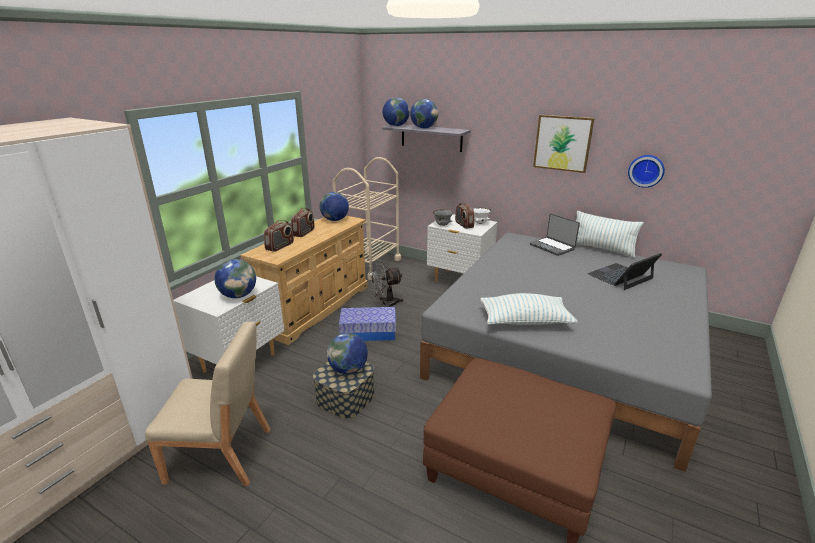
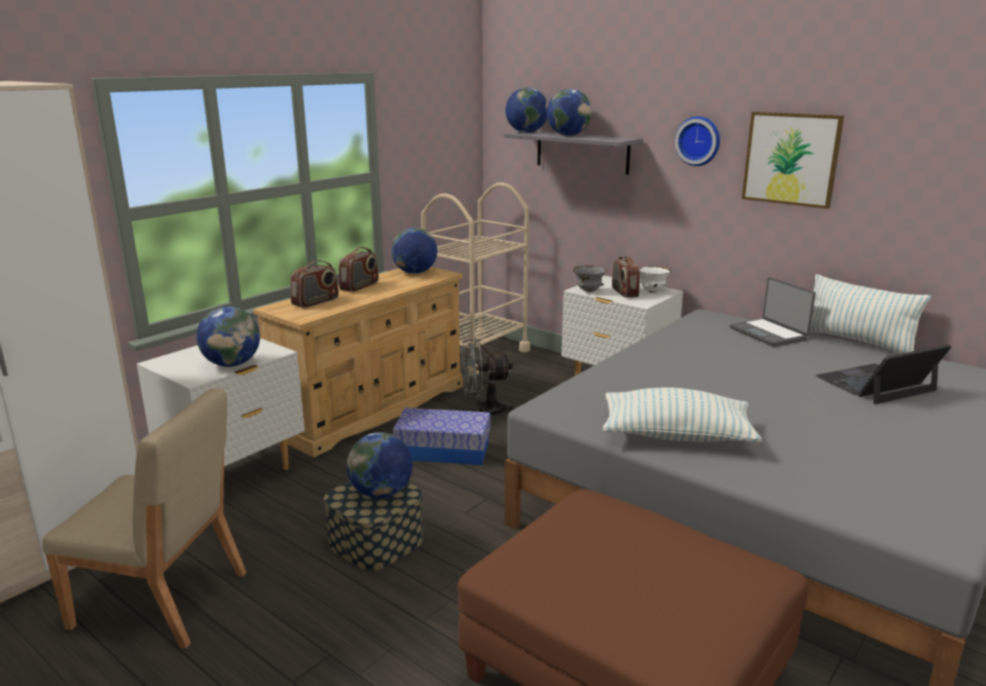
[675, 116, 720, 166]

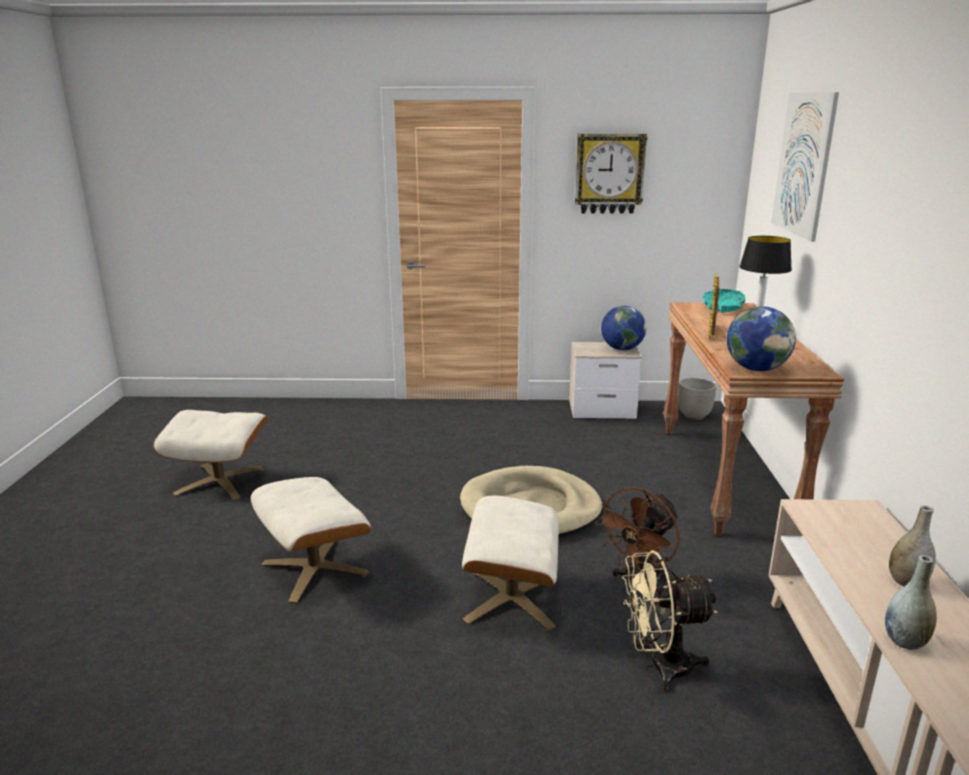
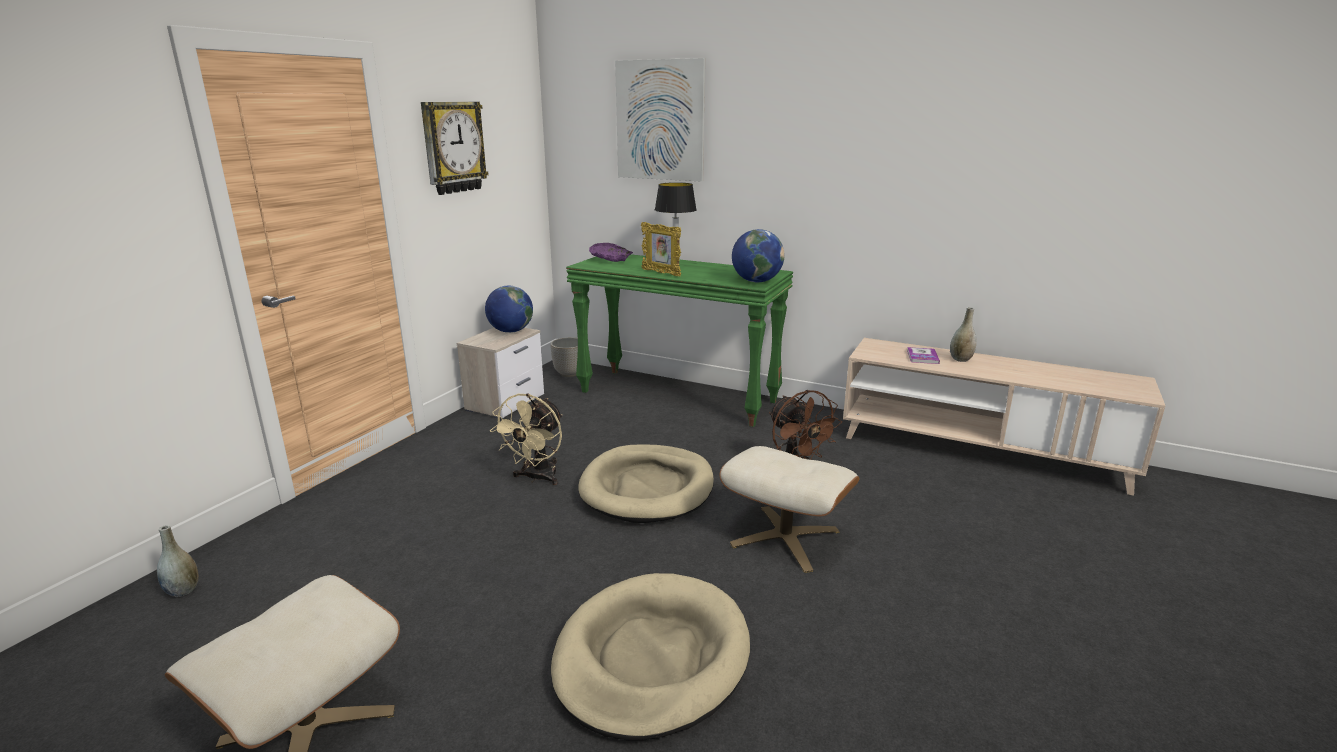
[589, 243, 633, 262]
[566, 254, 793, 427]
[551, 573, 750, 741]
[490, 393, 562, 485]
[157, 525, 199, 597]
[907, 347, 940, 364]

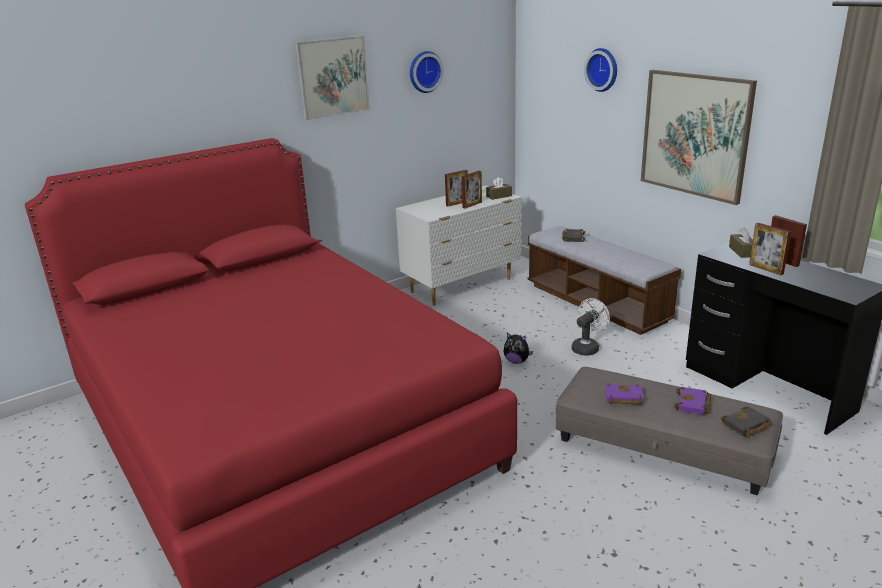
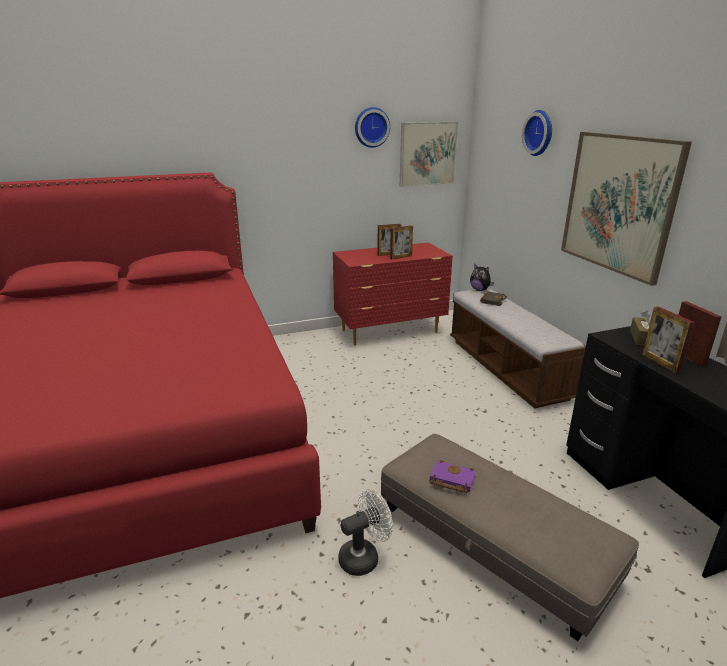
[400, 122, 458, 187]
[486, 177, 512, 200] (first image)
[333, 243, 453, 345]
[338, 489, 393, 576]
[470, 265, 494, 291]
[674, 387, 711, 415] (first image)
[721, 406, 773, 437] (first image)

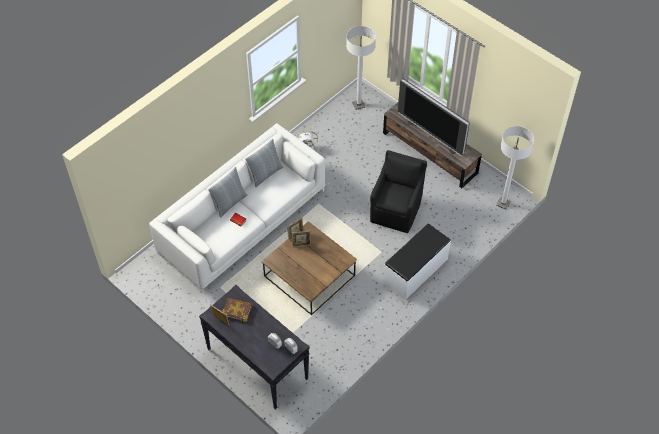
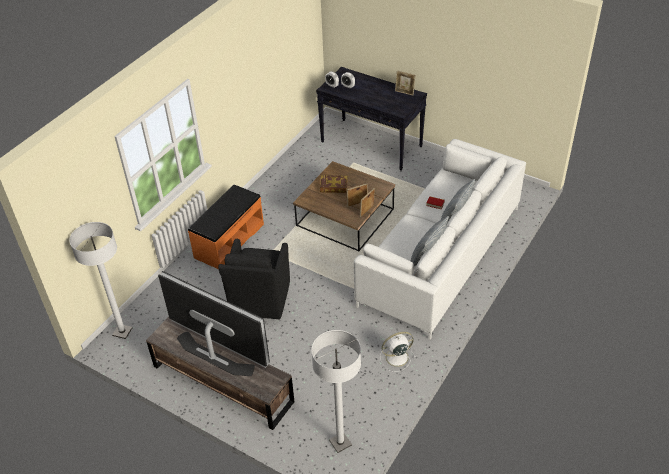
[188, 185, 264, 269]
[320, 175, 347, 193]

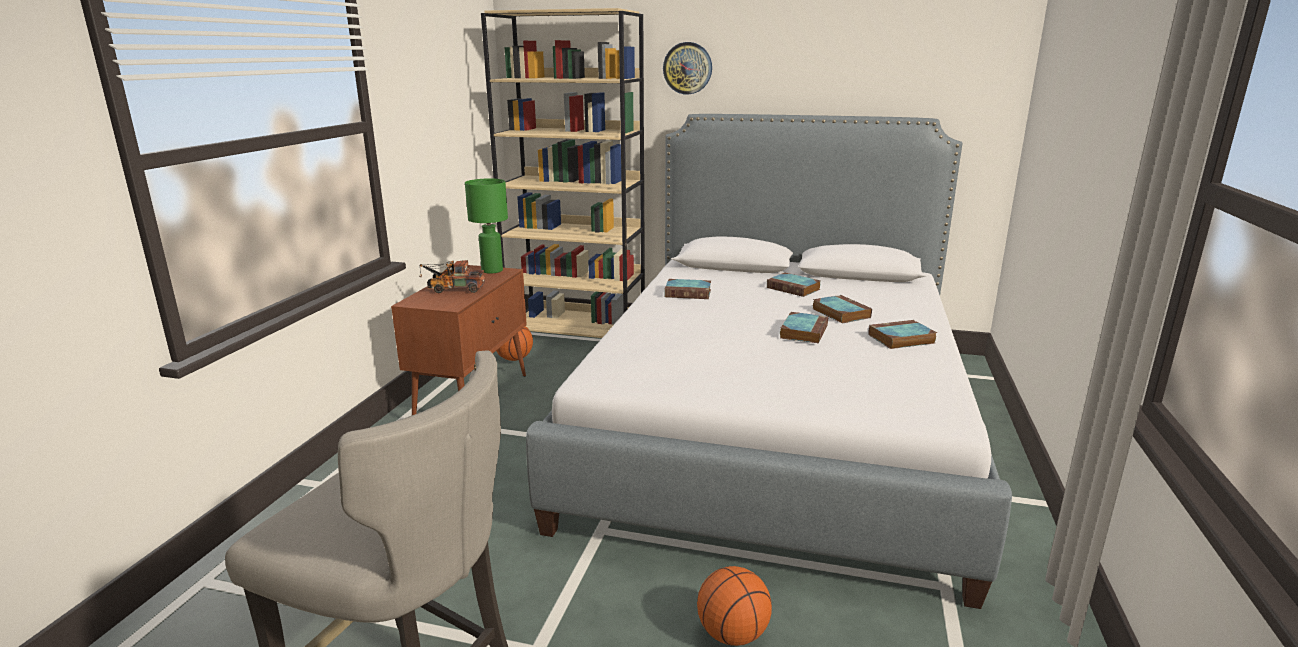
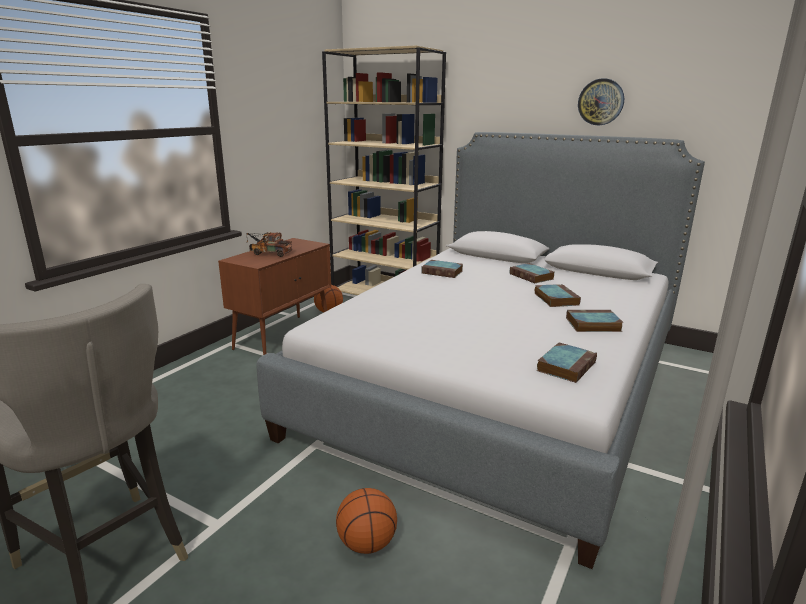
[578, 78, 624, 125]
[465, 178, 508, 273] (first image)
[537, 343, 597, 383]

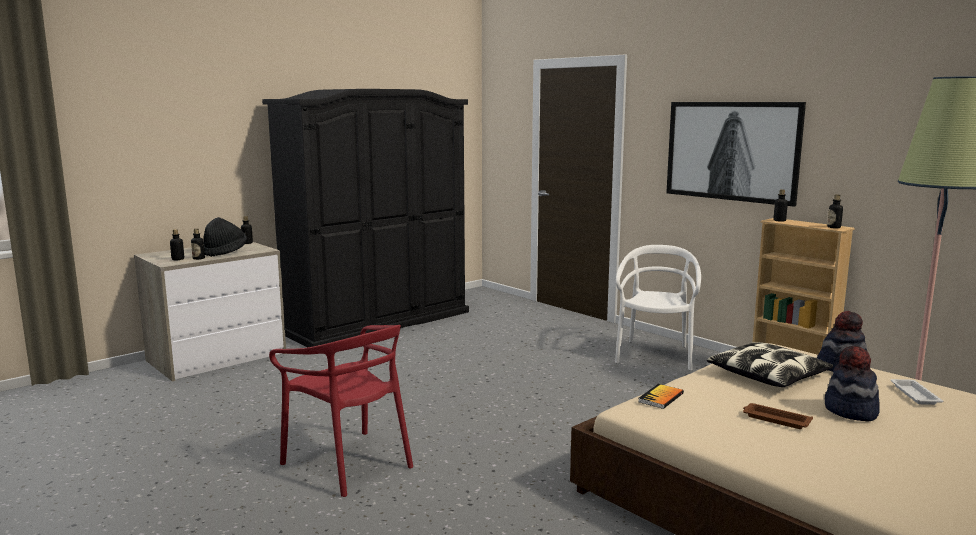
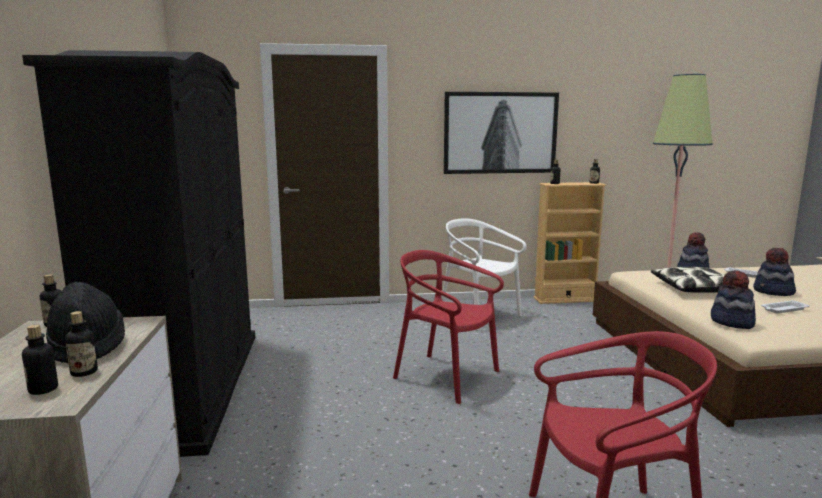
[711, 270, 756, 329]
[761, 300, 810, 314]
[393, 250, 504, 404]

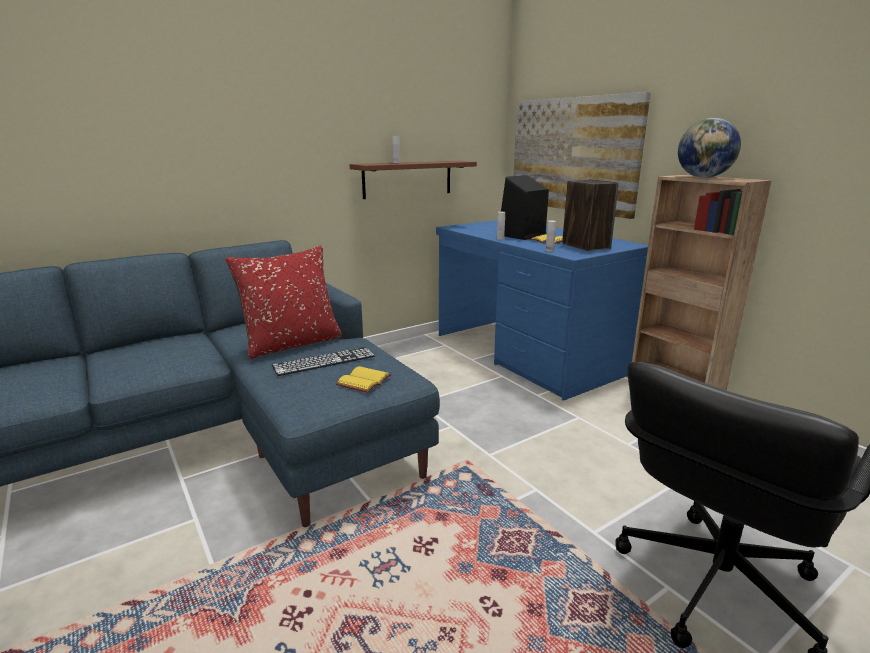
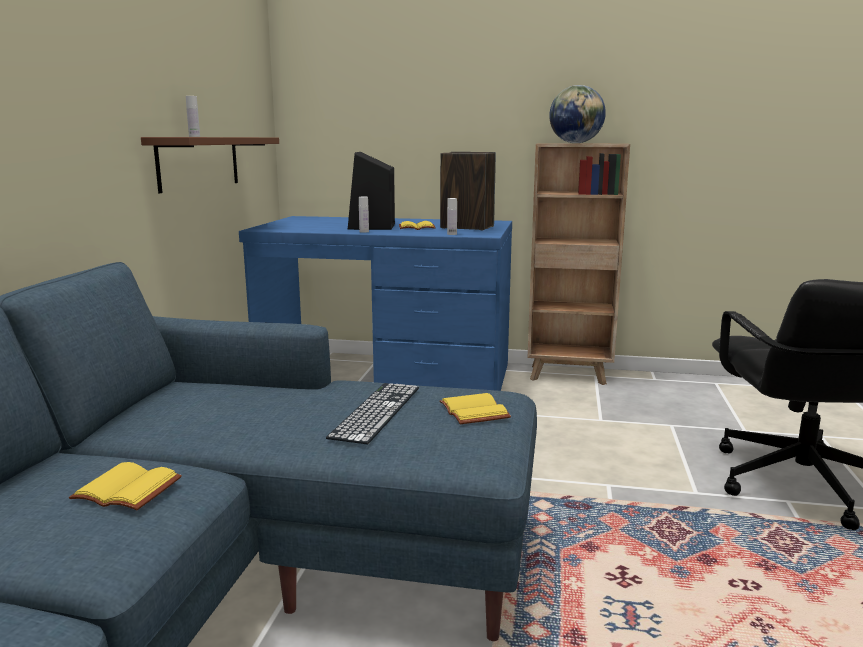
[514, 92, 651, 219] (first image)
[226, 245, 342, 359] (first image)
[69, 462, 182, 510]

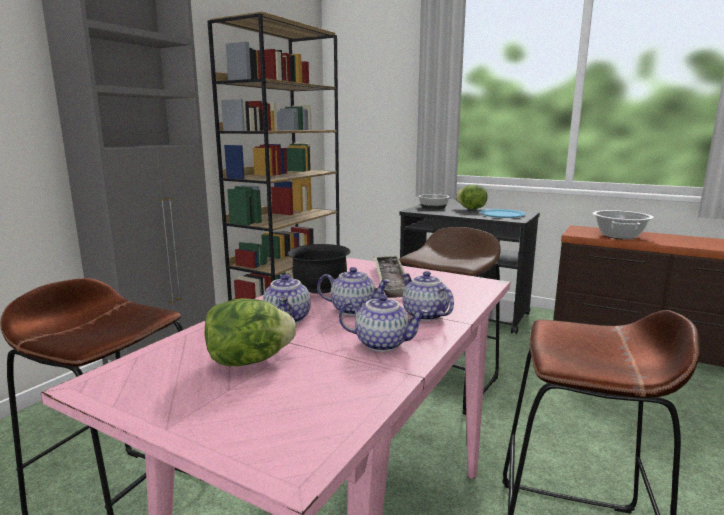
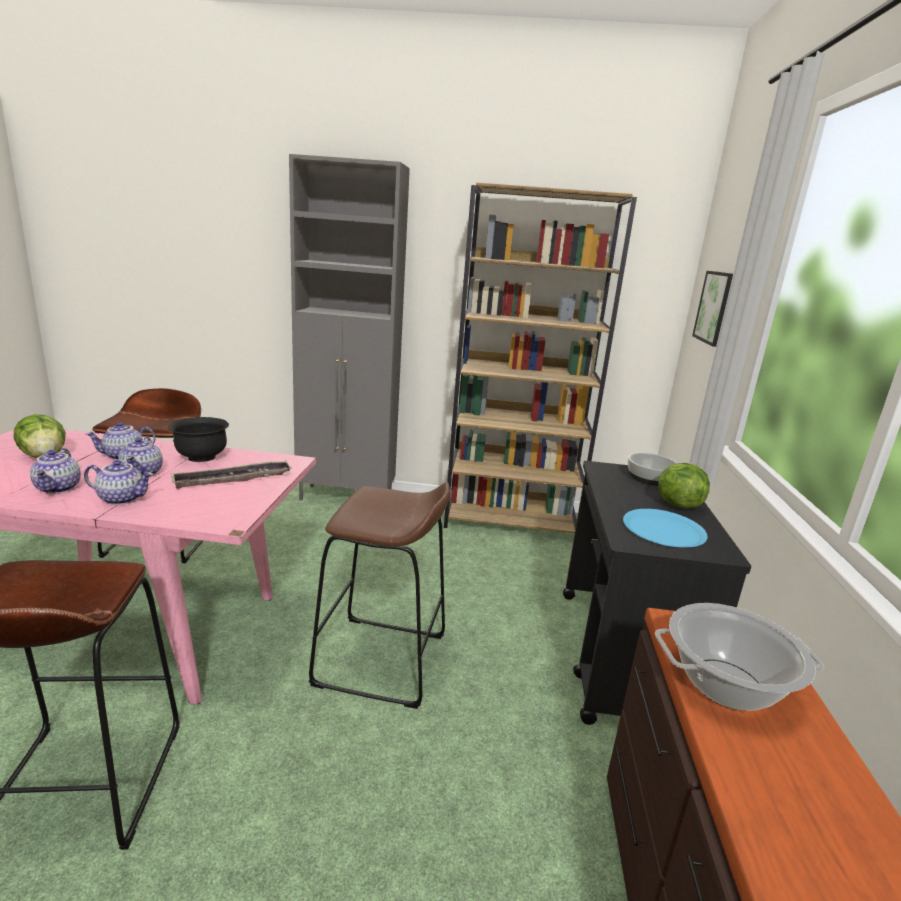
[84, 460, 153, 505]
[692, 271, 733, 347]

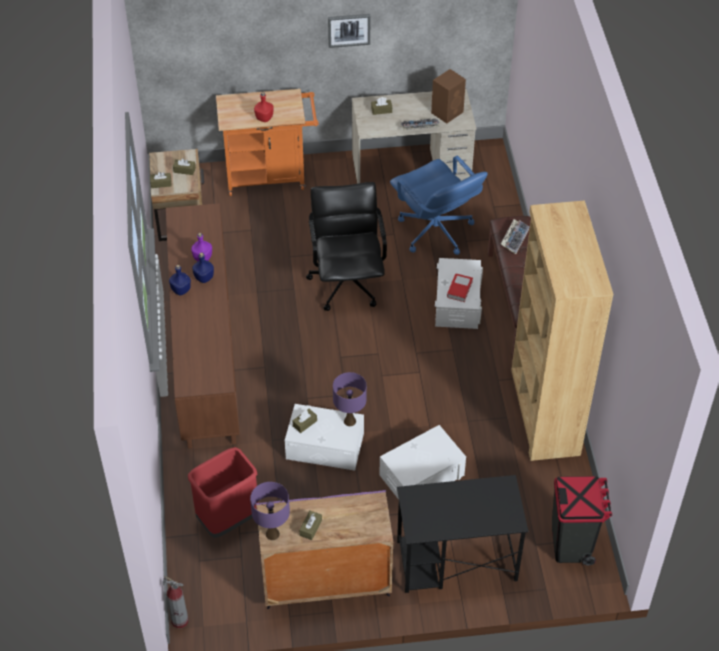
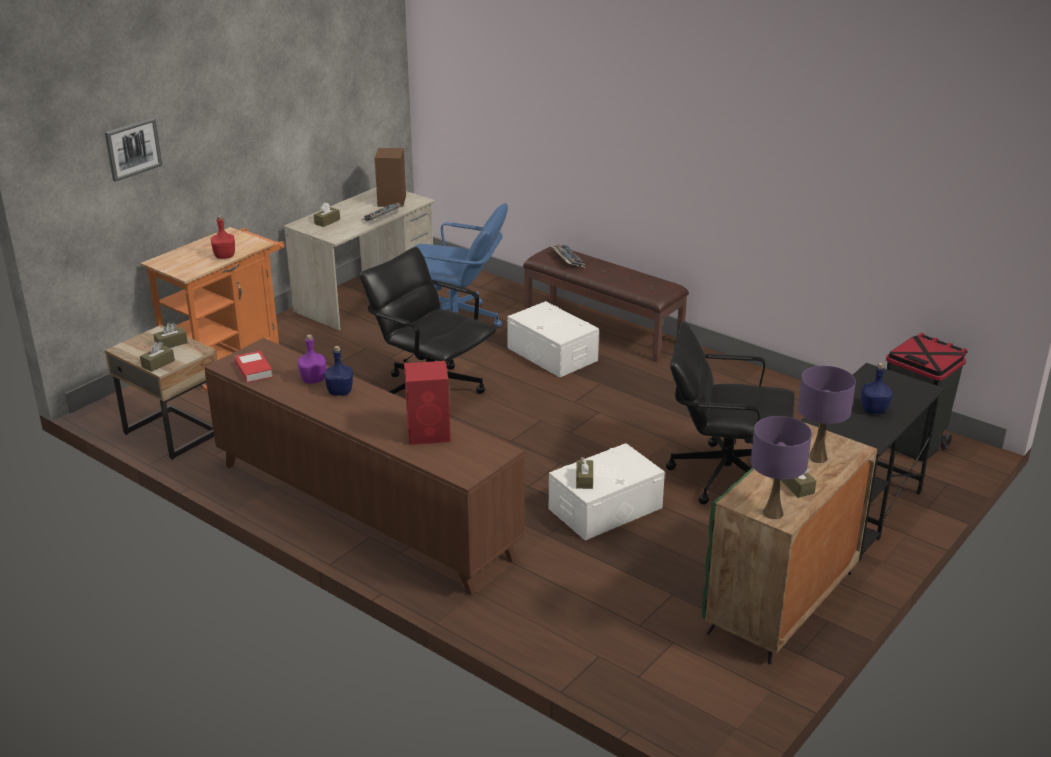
[105, 118, 162, 182]
[511, 200, 613, 461] (first image)
[861, 363, 892, 414]
[234, 351, 273, 383]
[798, 366, 856, 463]
[666, 322, 795, 505]
[188, 447, 258, 538] (first image)
[702, 422, 877, 665]
[162, 576, 188, 628] (first image)
[404, 361, 451, 445]

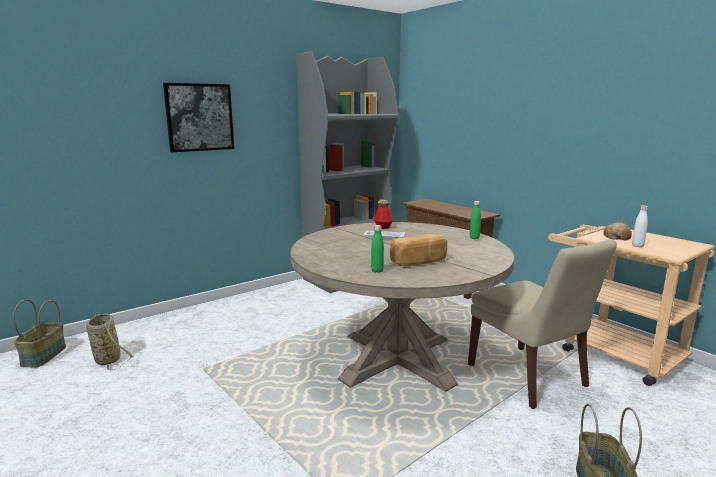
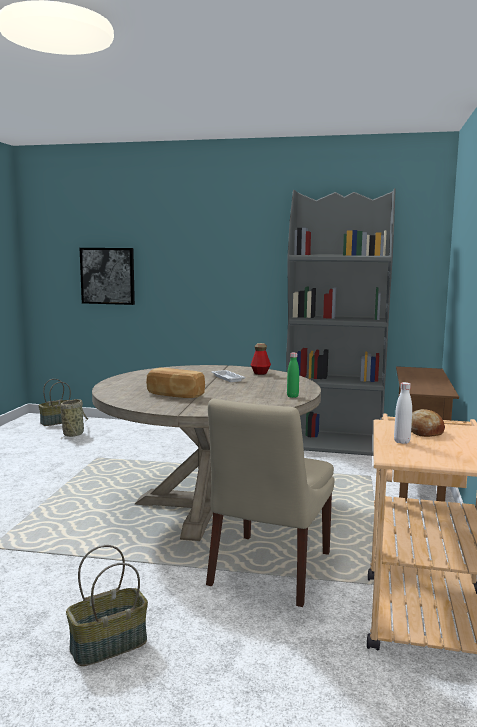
[80, 248, 135, 305]
[371, 225, 384, 273] (first image)

